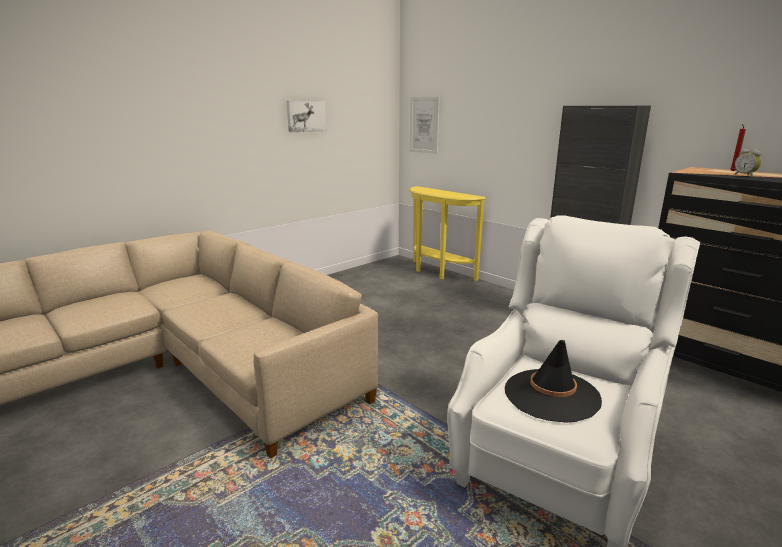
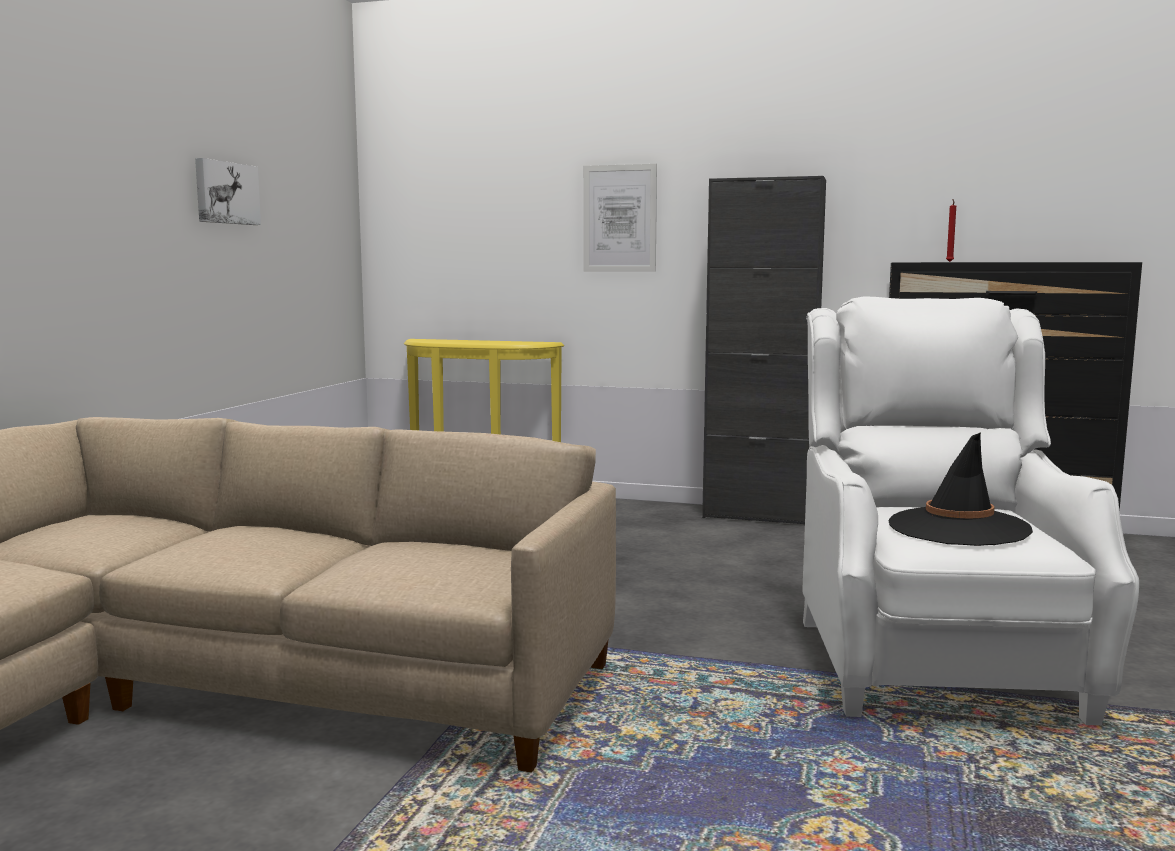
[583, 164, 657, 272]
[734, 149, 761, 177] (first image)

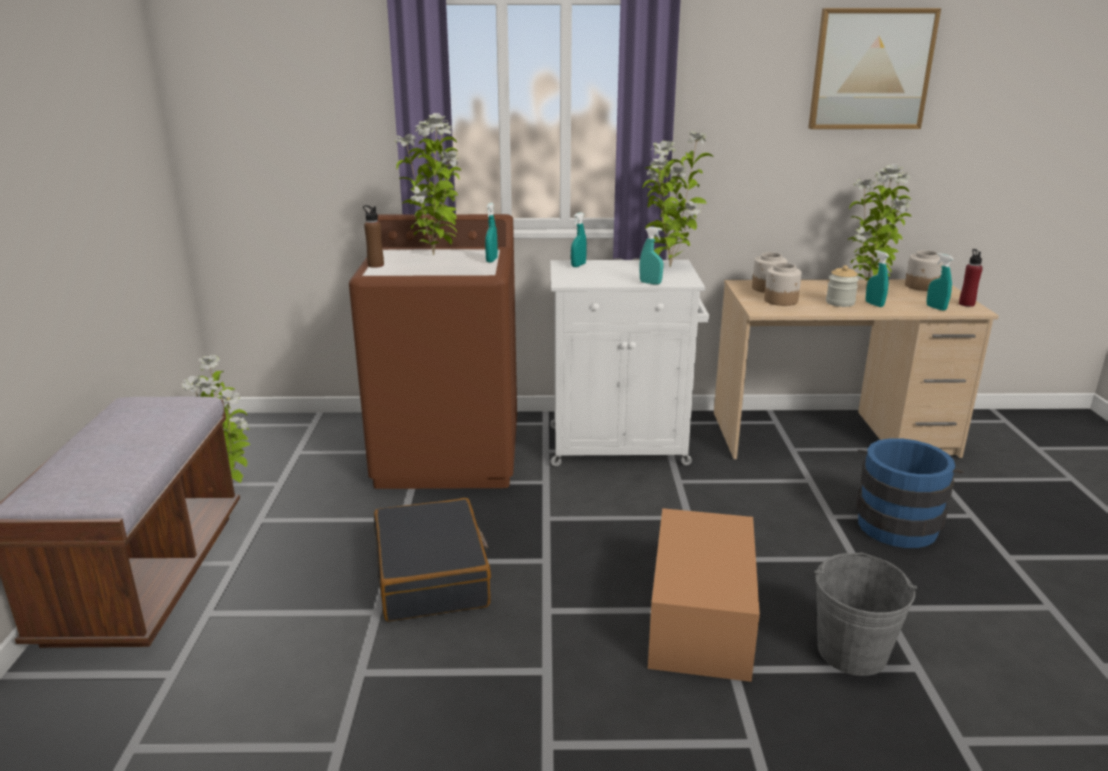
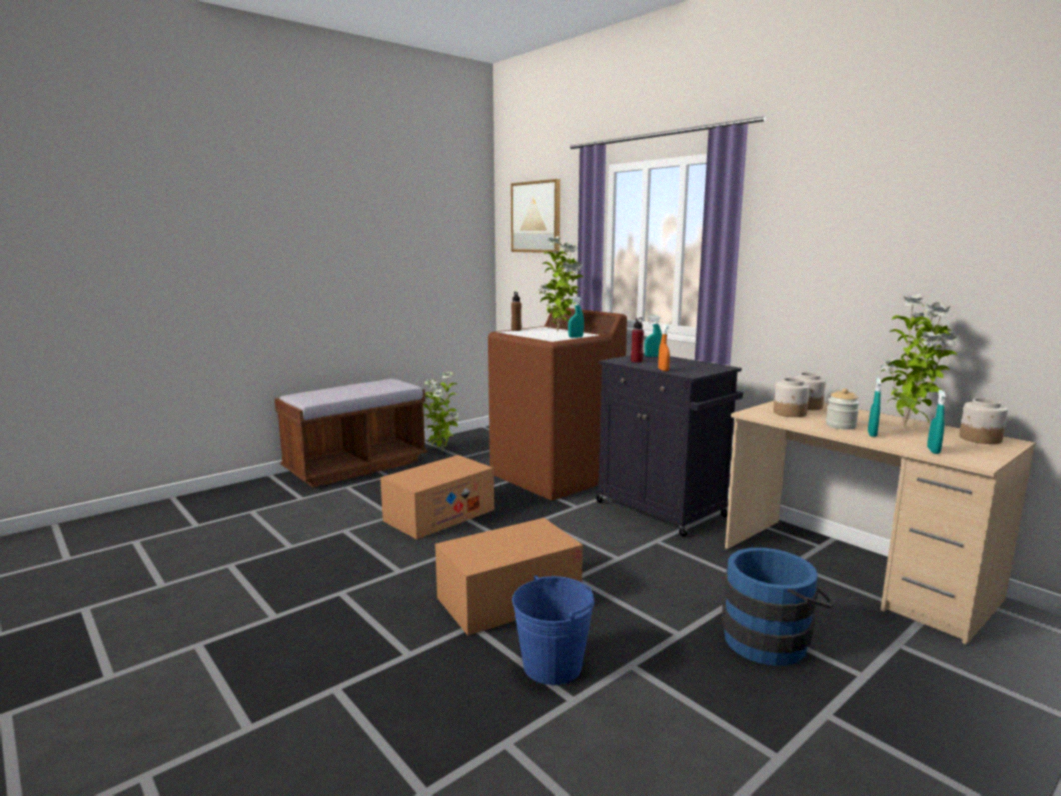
[511, 179, 560, 253]
[642, 131, 714, 267] (first image)
[658, 324, 670, 371]
[631, 317, 644, 363]
[596, 353, 743, 537]
[380, 455, 494, 539]
[512, 575, 594, 685]

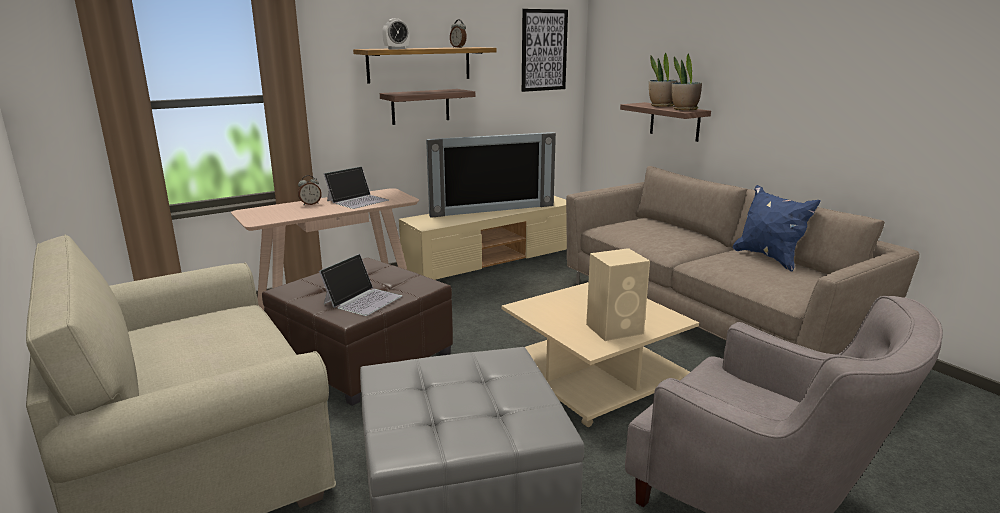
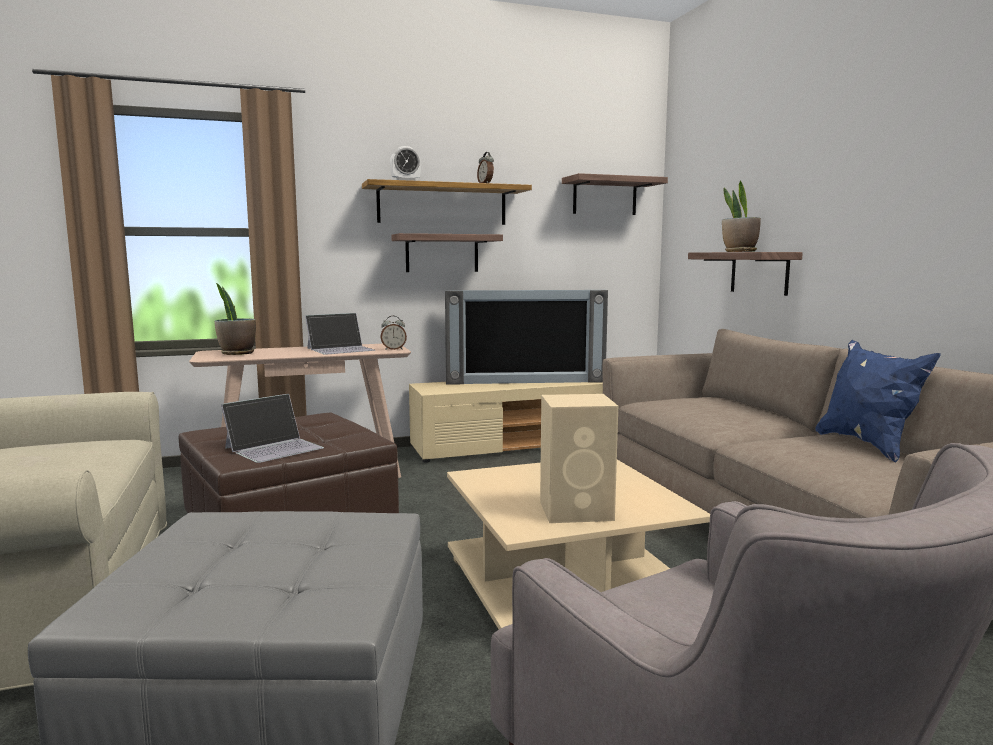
[562, 173, 668, 215]
[214, 283, 256, 355]
[381, 316, 407, 350]

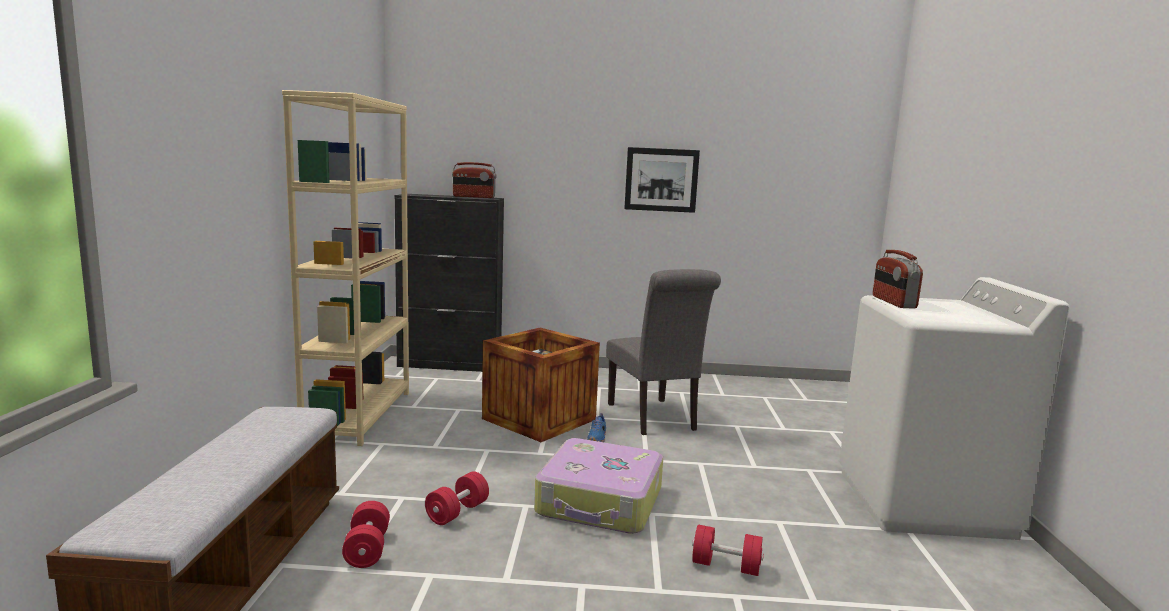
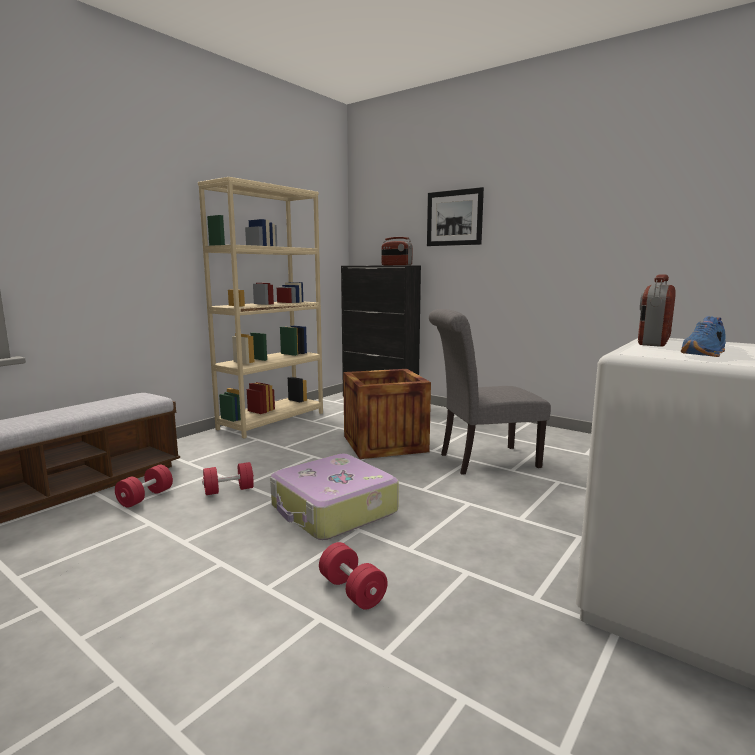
[427, 187, 484, 246]
[429, 309, 551, 475]
[681, 316, 726, 357]

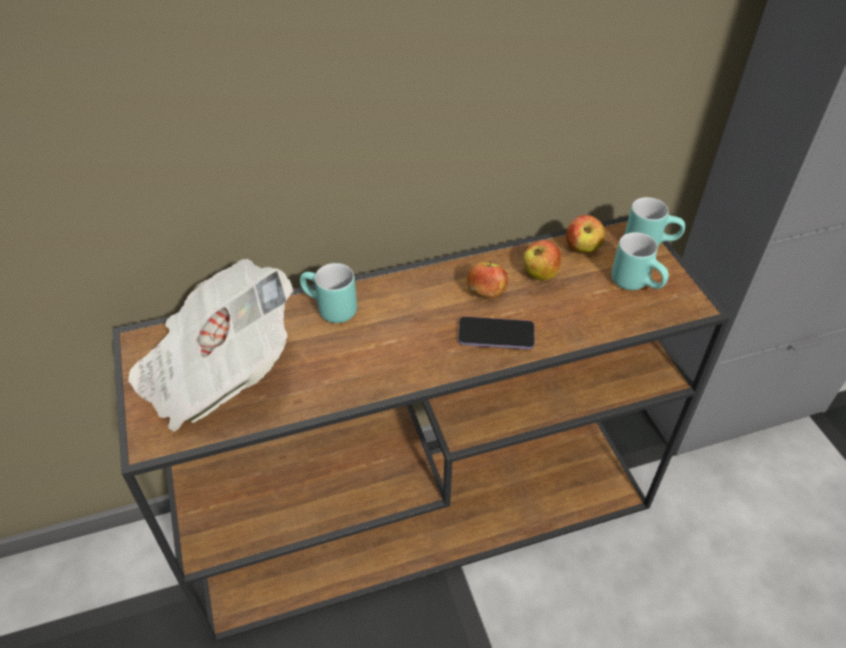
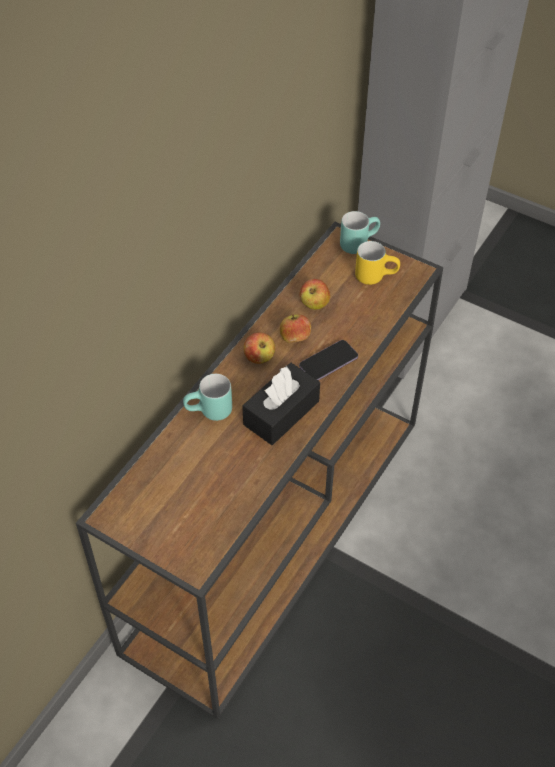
[243, 332, 275, 364]
[355, 241, 400, 285]
[128, 259, 293, 432] (first image)
[242, 363, 320, 445]

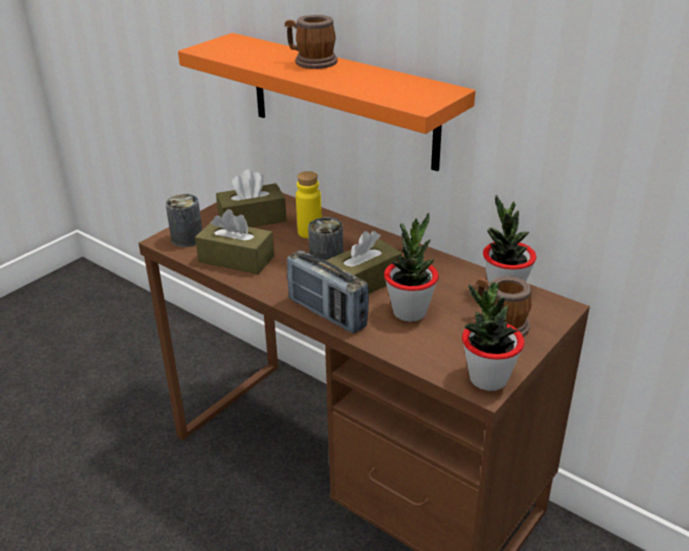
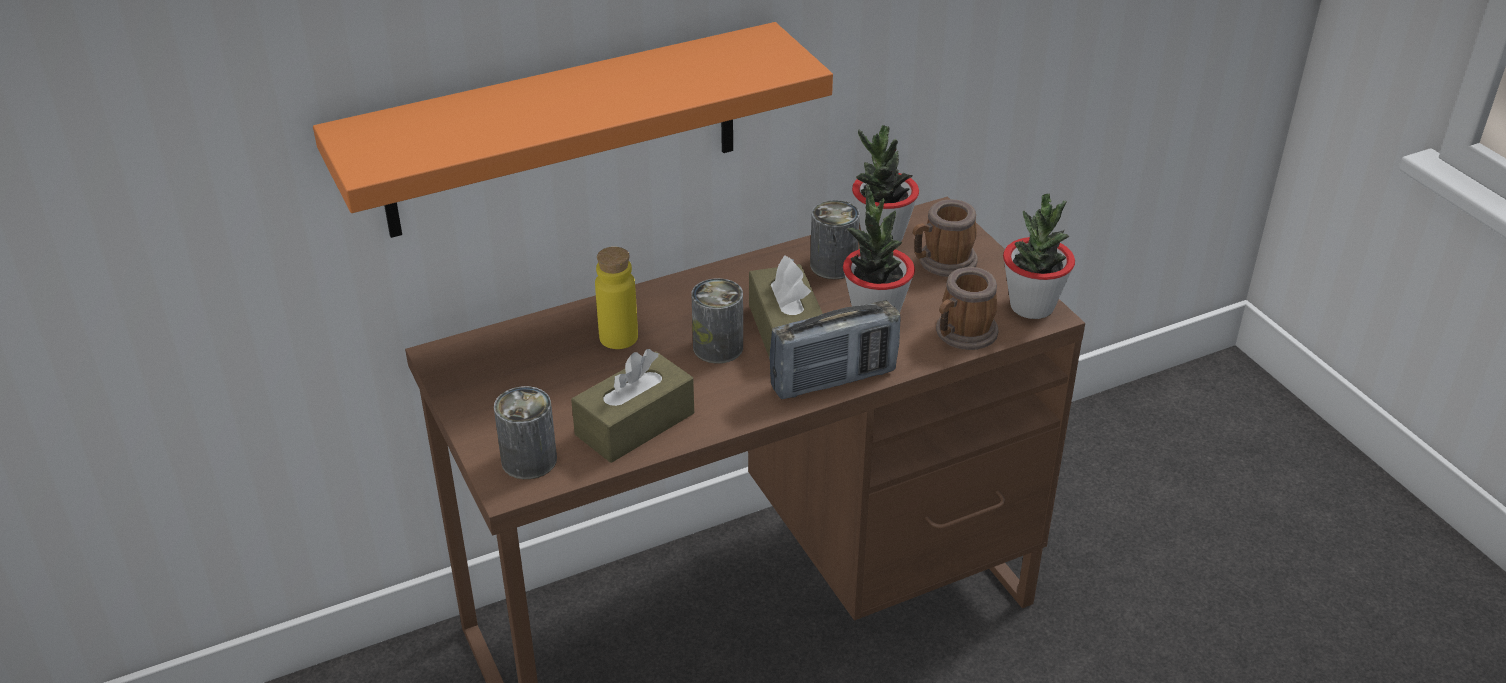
[936, 267, 998, 350]
[216, 169, 287, 227] (first image)
[810, 200, 860, 279]

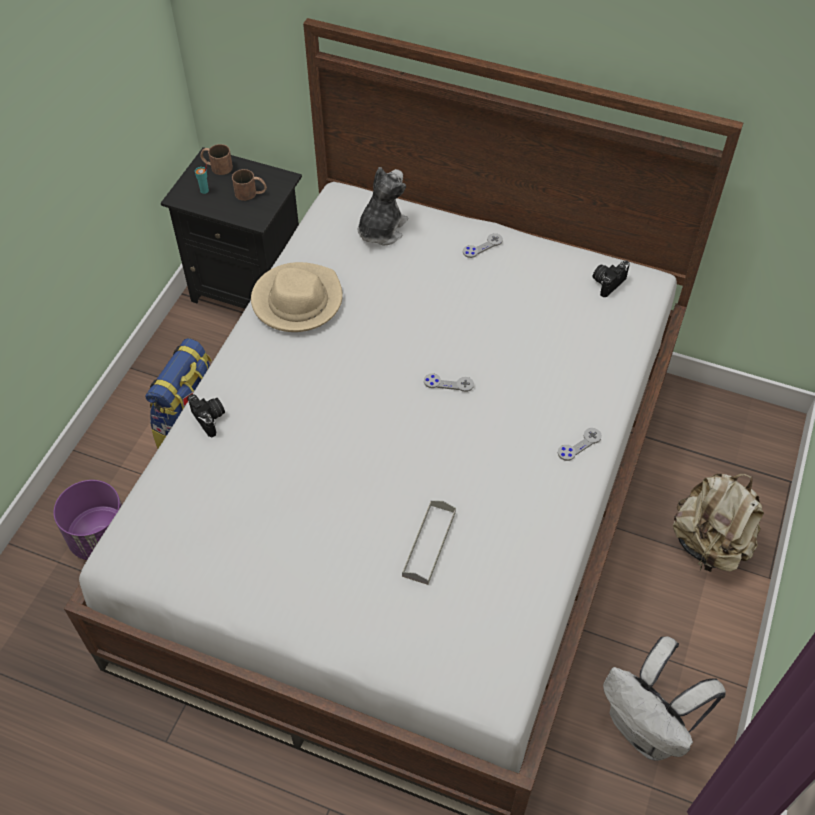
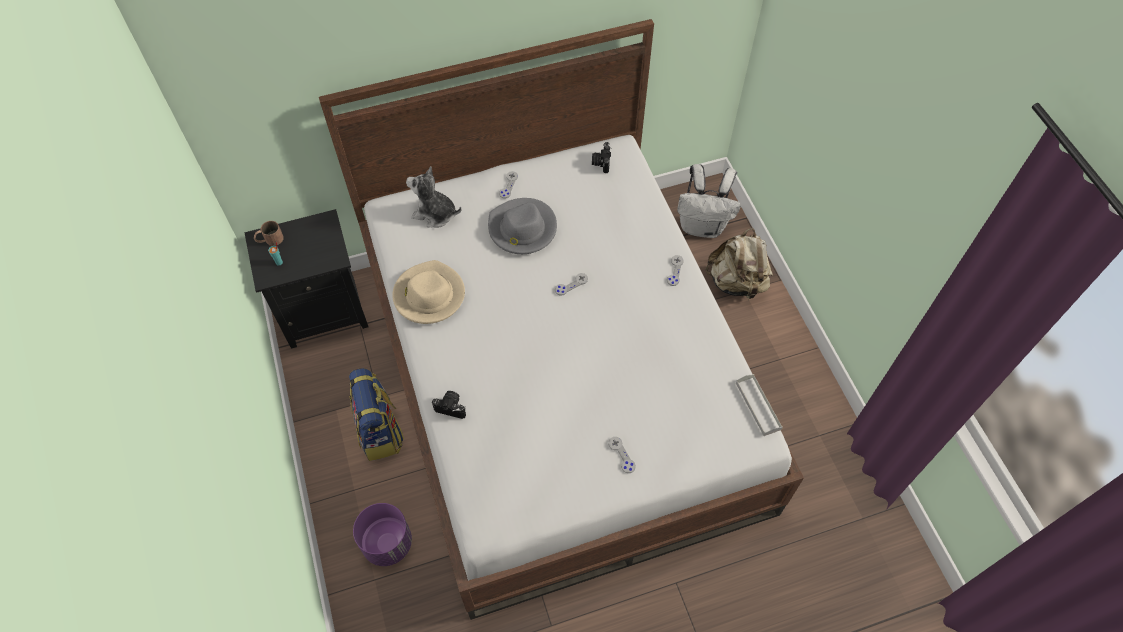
[406, 166, 462, 228]
[232, 169, 267, 201] (first image)
[736, 374, 783, 436]
[677, 164, 741, 238]
[488, 198, 557, 254]
[608, 437, 636, 473]

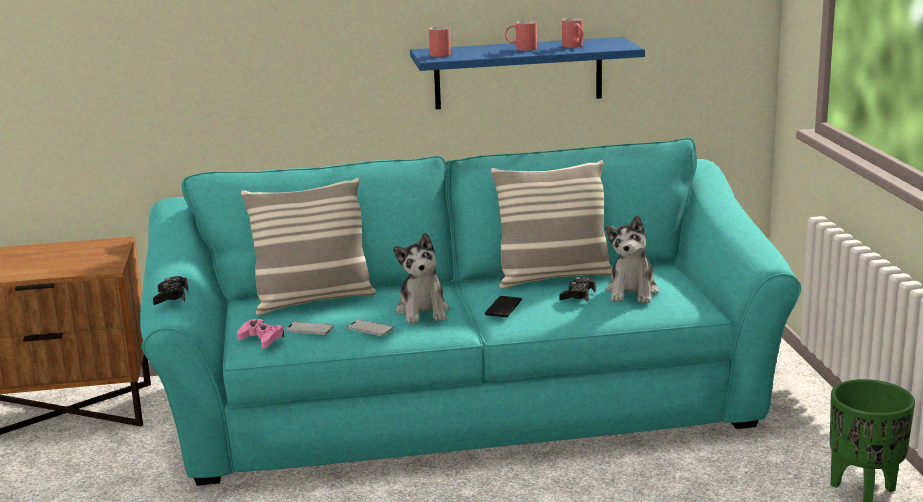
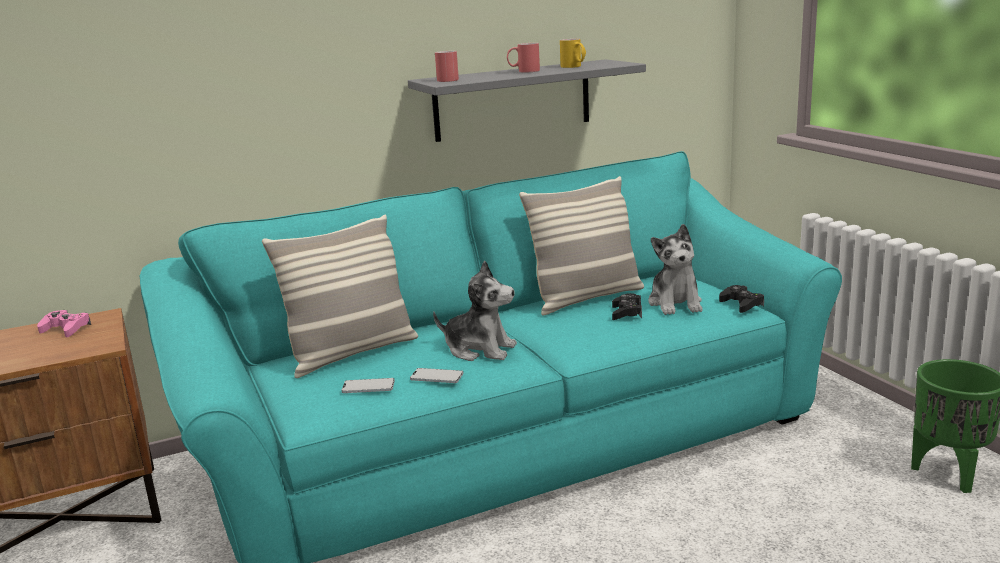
[560, 39, 586, 68]
[408, 59, 646, 142]
[433, 261, 517, 361]
[719, 285, 764, 313]
[485, 296, 522, 317] (first image)
[37, 310, 91, 338]

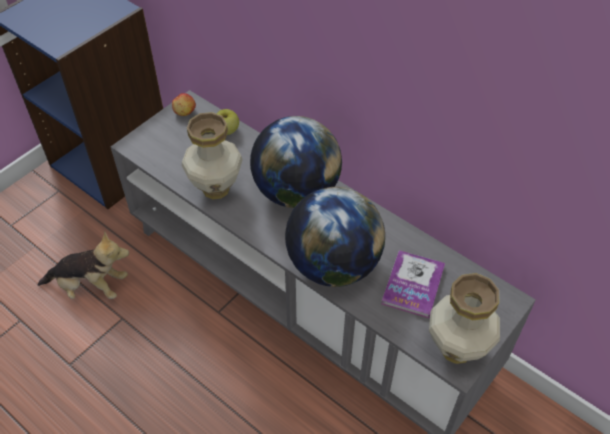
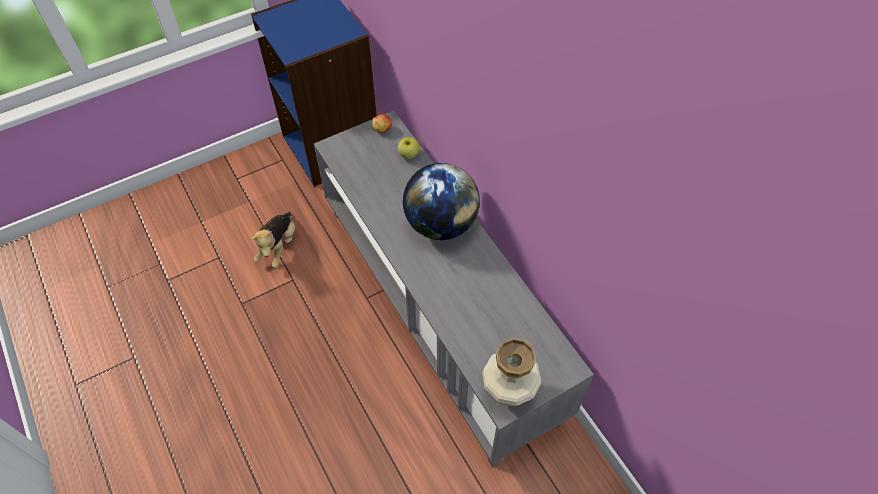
[182, 112, 243, 200] (first image)
[285, 187, 385, 287] (first image)
[251, 211, 295, 268]
[381, 250, 445, 318] (first image)

